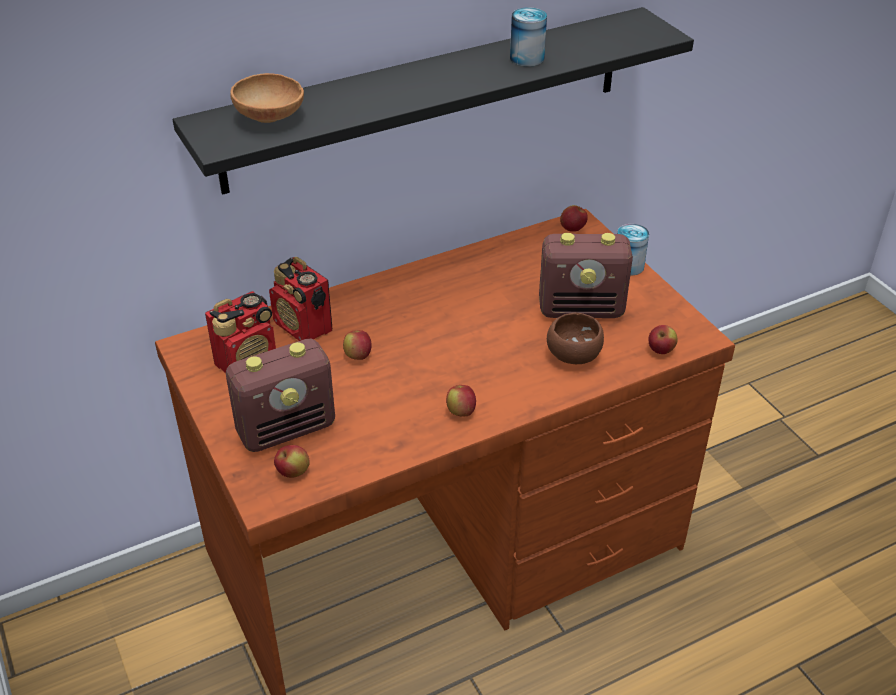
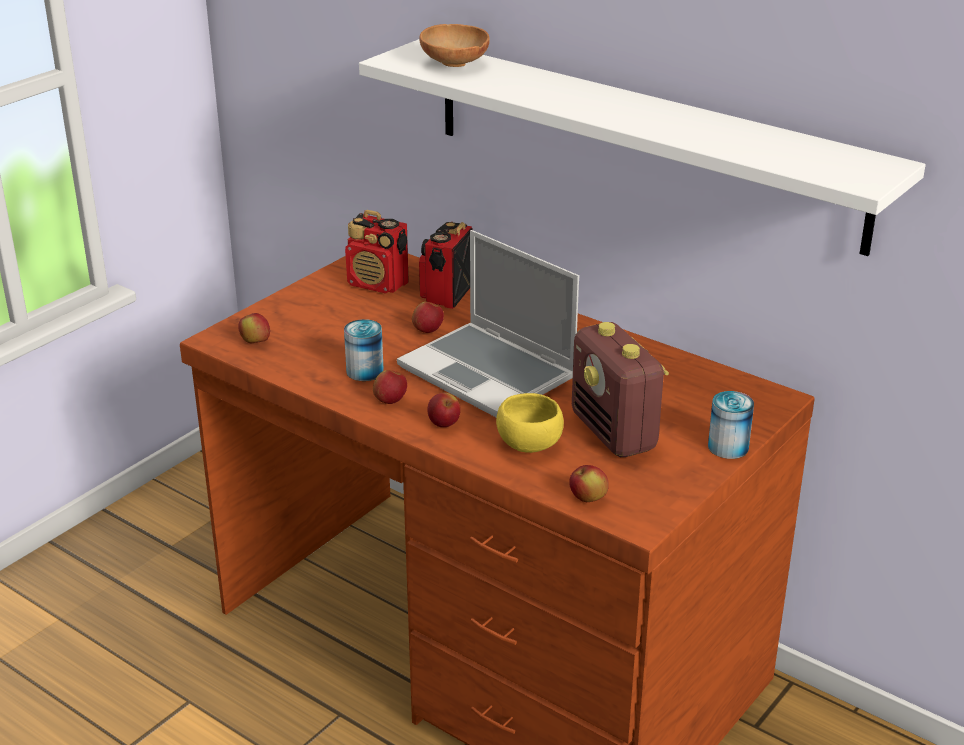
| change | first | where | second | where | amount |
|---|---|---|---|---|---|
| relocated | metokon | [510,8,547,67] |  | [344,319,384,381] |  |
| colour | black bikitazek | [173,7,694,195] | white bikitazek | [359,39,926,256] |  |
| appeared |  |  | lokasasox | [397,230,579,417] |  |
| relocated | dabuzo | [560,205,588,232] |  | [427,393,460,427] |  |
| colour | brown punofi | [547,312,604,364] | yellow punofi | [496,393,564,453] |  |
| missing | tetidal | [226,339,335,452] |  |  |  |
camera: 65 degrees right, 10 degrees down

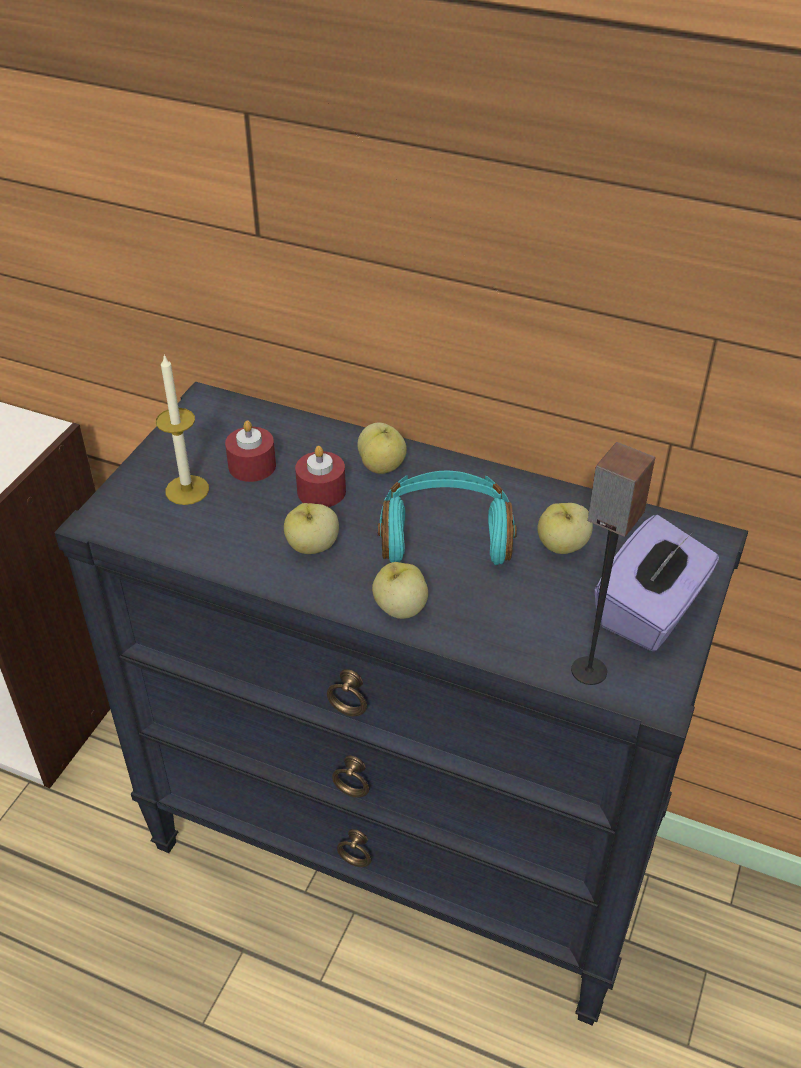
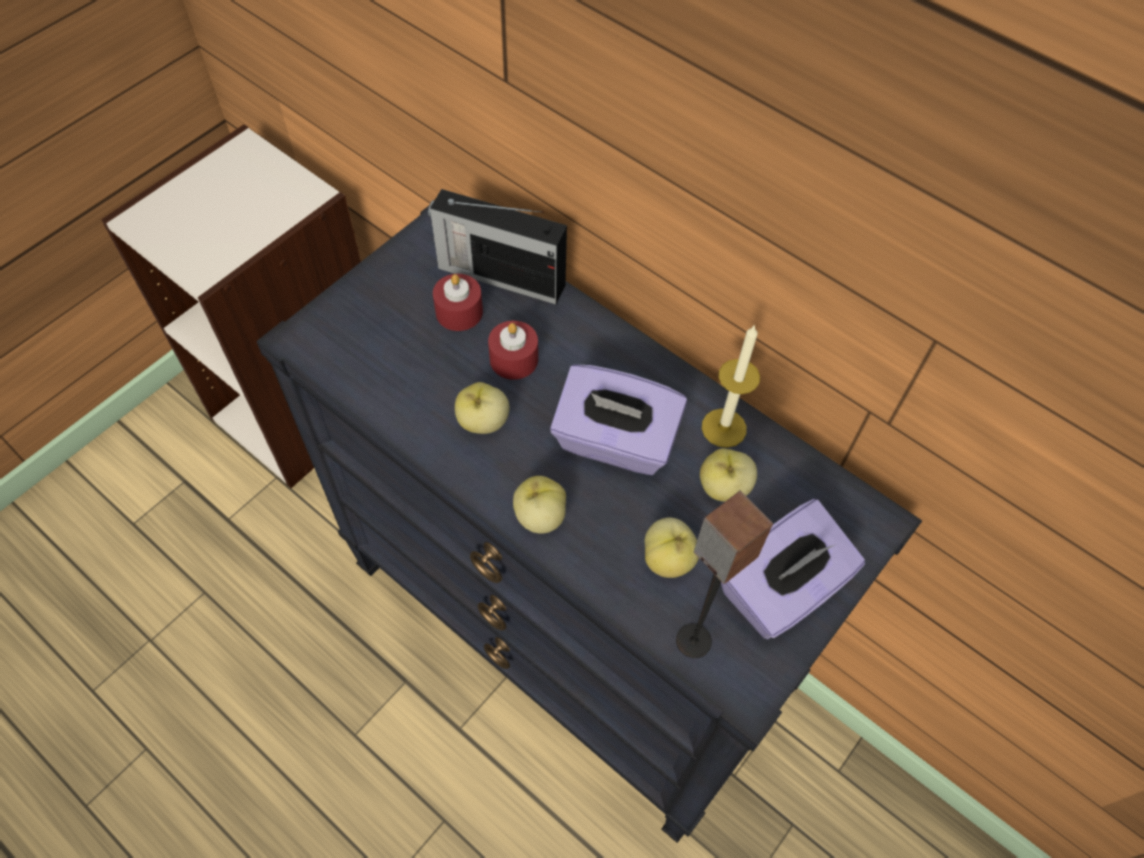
| change | first | where | second | where | amount |
|---|---|---|---|---|---|
| appeared |  |  | tetidal | [428,189,567,305] |  |
| exchanged | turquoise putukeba | [378,471,517,565] | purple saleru | [550,364,687,475] |  |
| relocated | dabuzo | [357,422,407,474] |  | [645,517,699,578] |  |
| relocated | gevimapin | [156,354,209,505] |  | [702,325,760,448] |  |
camera: 15 degrees right, 15 degrees up

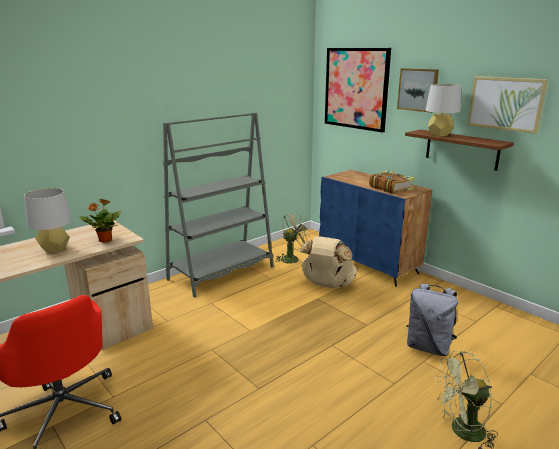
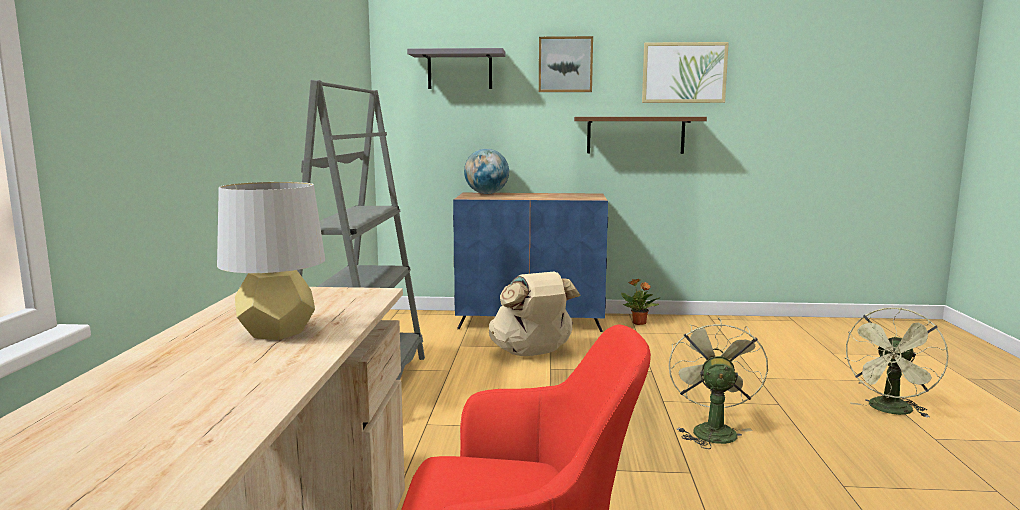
| change | first | where | second | where | amount |
|---|---|---|---|---|---|
| exchanged | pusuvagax | [325,48,391,133] | grey bikitazek | [407,48,506,89] |  |
| appeared |  |  | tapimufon | [464,149,509,194] |  |
| relocated | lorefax | [79,198,122,243] |  | [621,279,660,325] |  |
| relocated | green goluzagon | [275,213,311,263] |  | [669,317,768,449] |  |
| missing | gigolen | [369,170,415,194] |  |  |  |
| missing | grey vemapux | [406,284,458,356] |  |  |  |
| missing | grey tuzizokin | [426,84,461,136] |  |  |  |
camera: 45 degrees left, 10 degrees down

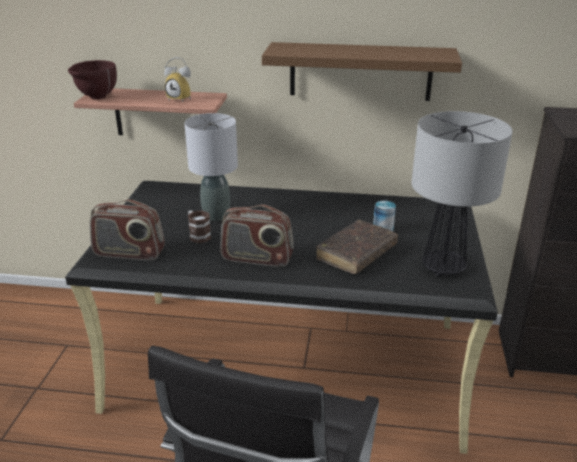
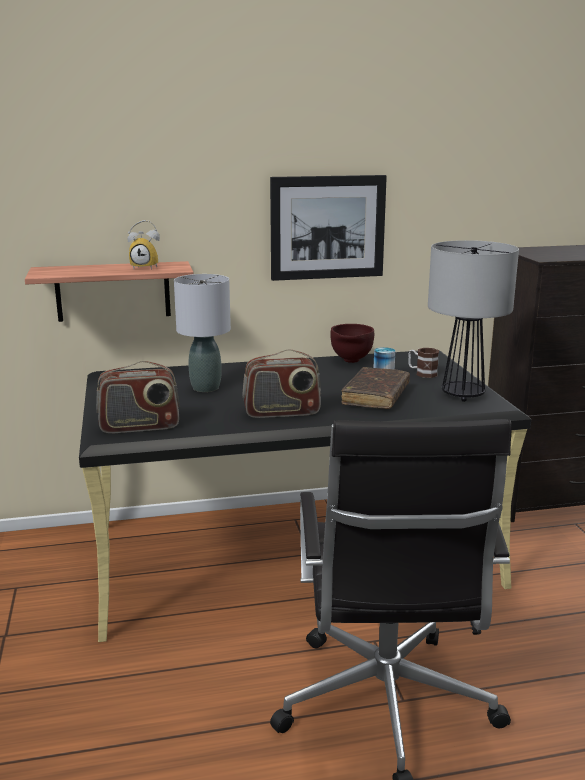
| change | first | where | second | where | amount |
|---|---|---|---|---|---|
| exchanged | brown bikitazek | [262,42,462,101] | pusuvagax | [270,175,387,281] |  |
| relocated | brown punofi | [68,60,117,100] |  | [330,324,374,363] |  |
| relocated | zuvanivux | [188,210,211,243] |  | [408,348,439,378] |  |
camera: 20 degrees left, 10 degrees down

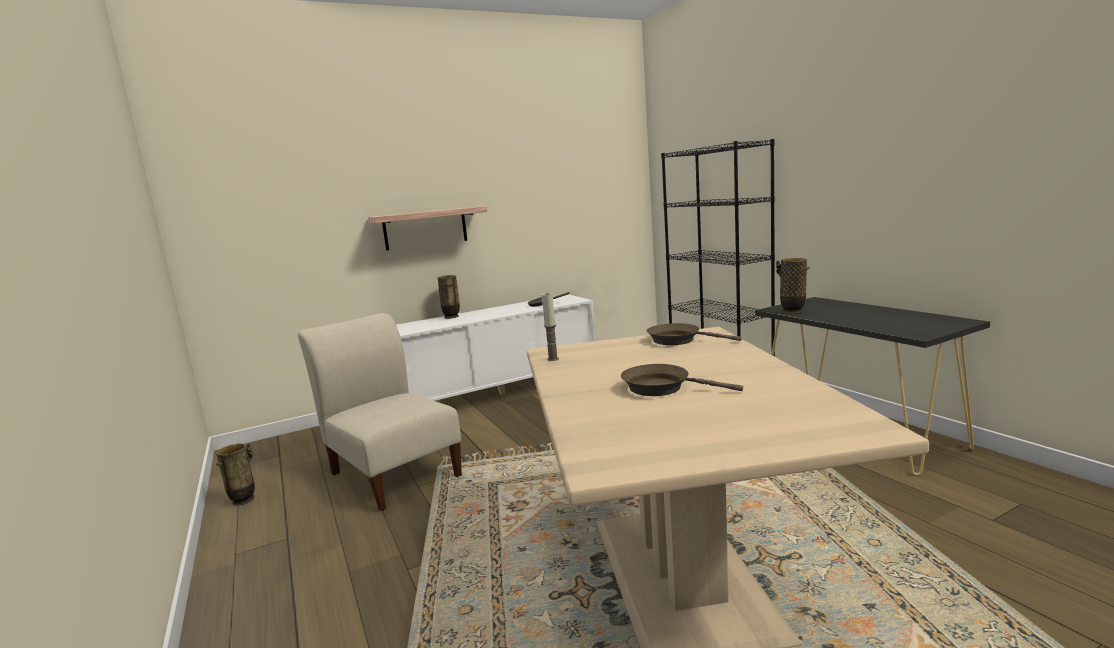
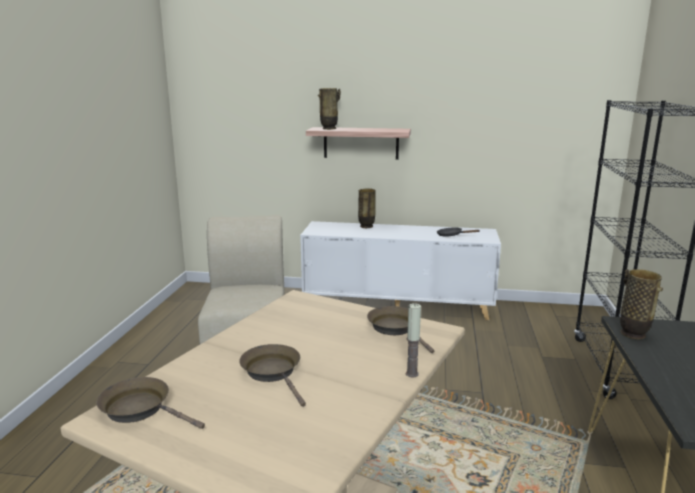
| change | first | where | second | where | amount |
|---|---|---|---|---|---|
| appeared |  |  | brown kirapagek | [96,377,205,429] |  |
| relocated | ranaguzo | [216,444,255,506] |  | [318,88,341,130] |  |
| relocated | gevimapin | [542,293,559,361] |  | [406,303,421,377] |  |
camera: 35 degrees right, 5 degrees up

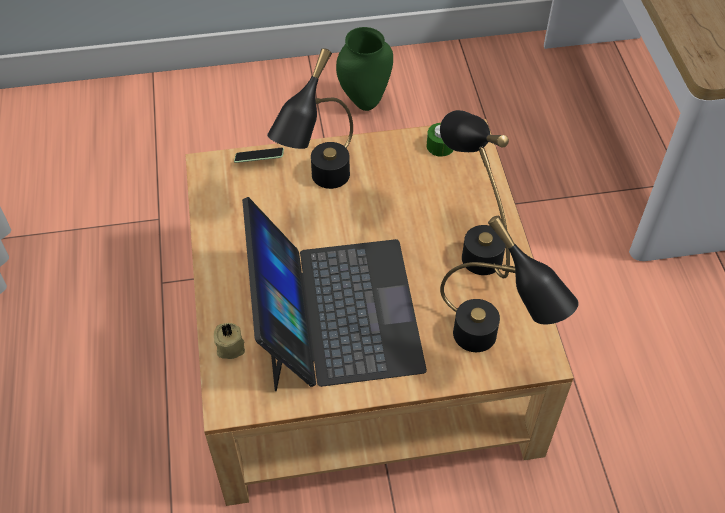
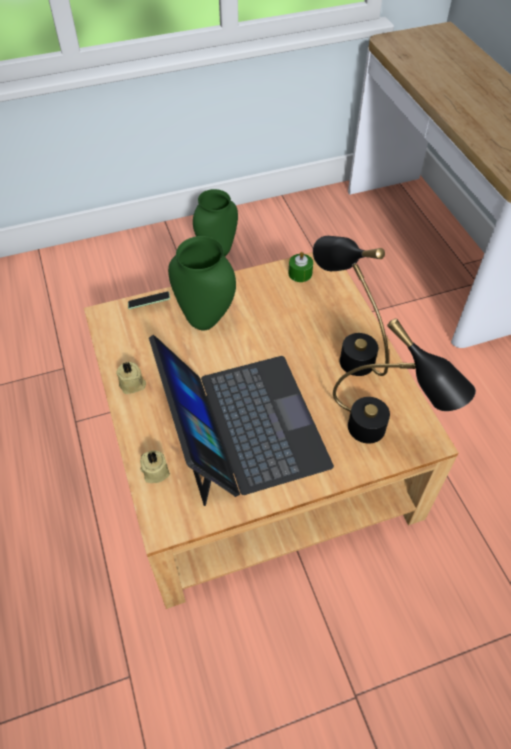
| change | first | where | second | where | amount |
|---|---|---|---|---|---|
| appeared |  |  | beige gevimapin | [116,362,146,394] |  |
| exchanged | black tuzizokin | [267,48,353,189] | green ranaguzo | [168,236,236,331] |  |
camera: 10 degrees left, 0 degrees up

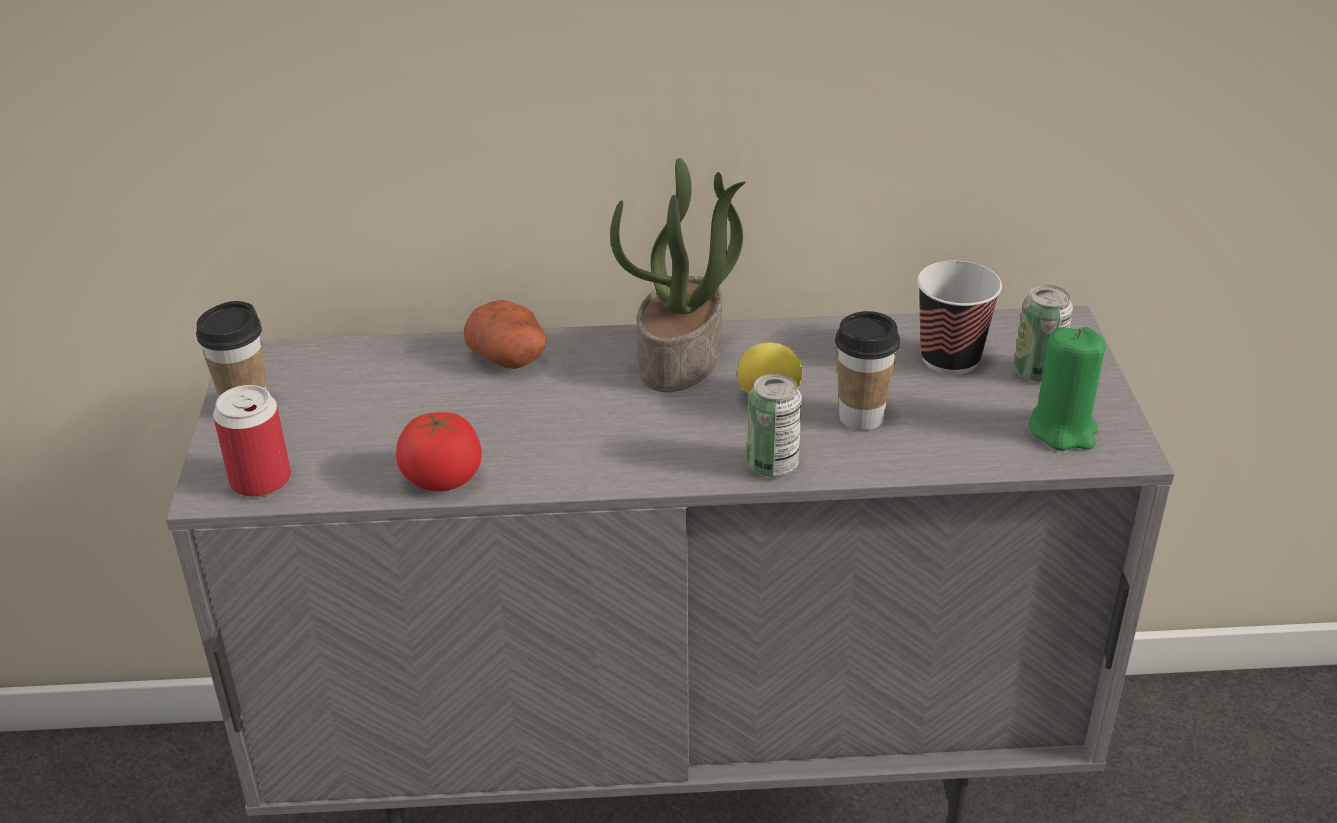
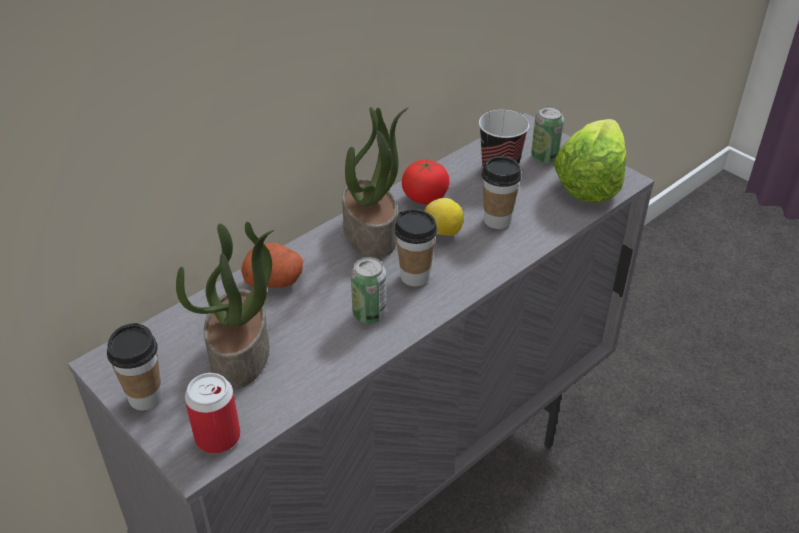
| change | first | where | second | where | amount |
|---|---|---|---|---|---|
| appeared |  |  | lorefax | [176,222,274,389] |  |
| relocated | metokon | [747,374,802,477] |  | [351,257,387,324] |  |
| appeared |  |  | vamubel | [395,208,437,286] |  |
| relocated | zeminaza | [396,412,482,491] |  | [402,158,450,204] |  |
| exchanged | green gevimapin | [1029,327,1106,451] | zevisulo | [553,119,627,203] |  |
camera: 40 degrees left, 5 degrees up

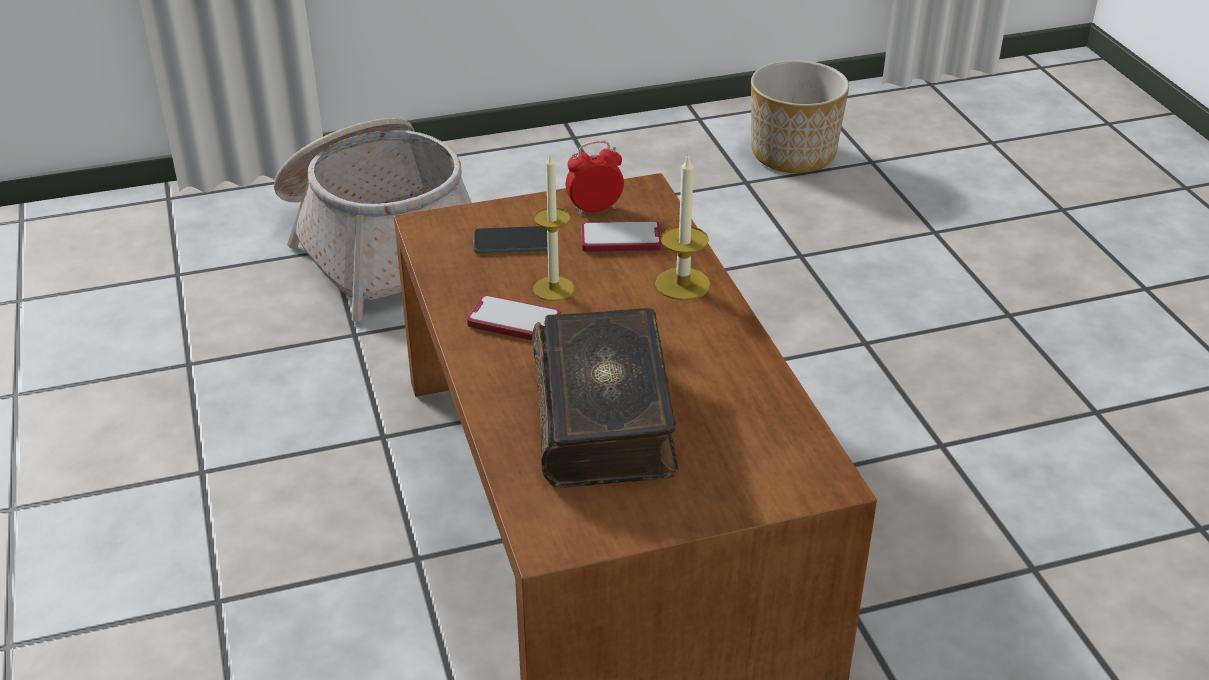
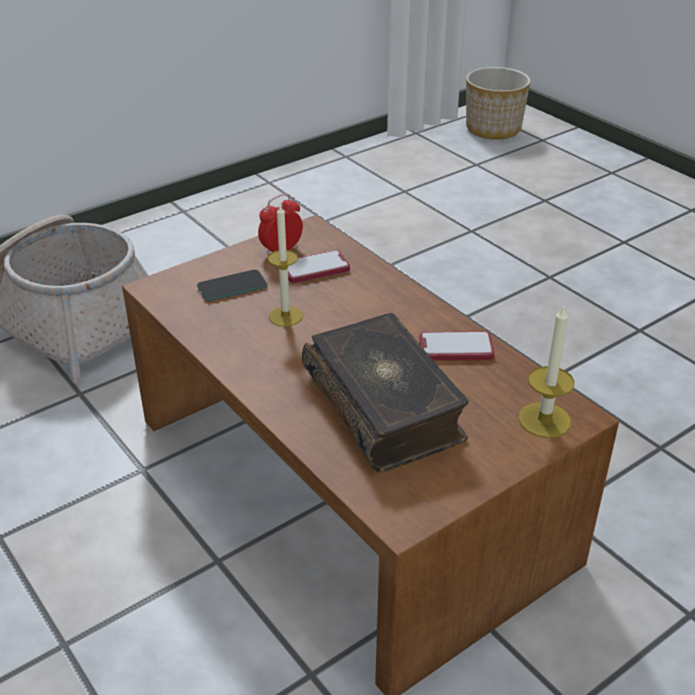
| change | first | where | second | where | amount |
|---|---|---|---|---|---|
| relocated | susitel | [467,295,561,340] |  | [419,331,494,361] |  |
| relocated | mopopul | [751,60,849,173] |  | [466,67,531,139] |  |
| relocated | gevimapin | [655,156,711,300] |  | [518,306,575,438] |  |
camera: 20 degrees left, 0 degrees up

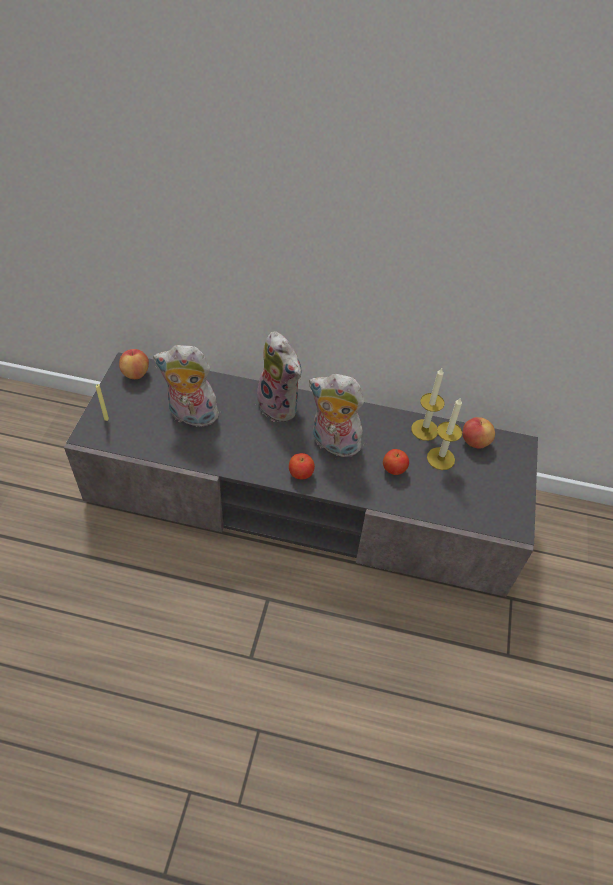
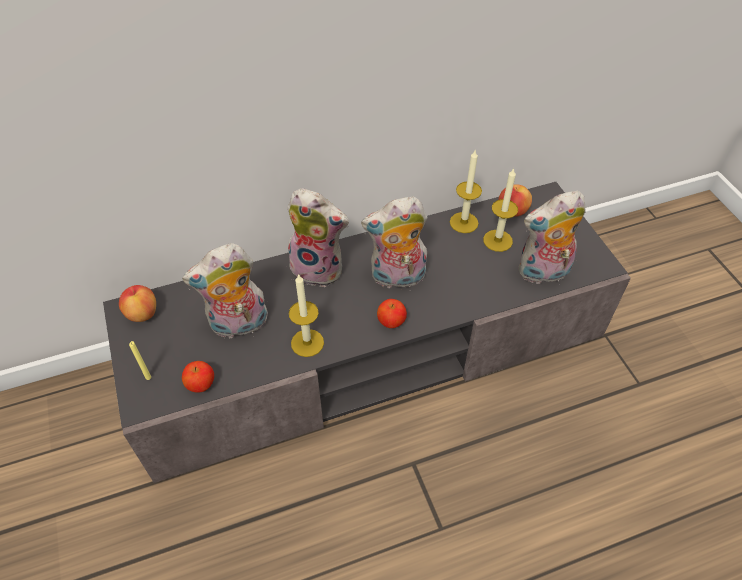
| change | first | where | second | where | amount |
|---|---|---|---|---|---|
| relocated | dabuzo | [383,449,409,475] |  | [182,361,214,393] |  |
| appeared |  |  | gevimapin | [289,274,324,357] |  |
| appeared |  |  | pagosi | [518,191,586,285] |  |
camera: 30 degrees left, 0 degrees up

